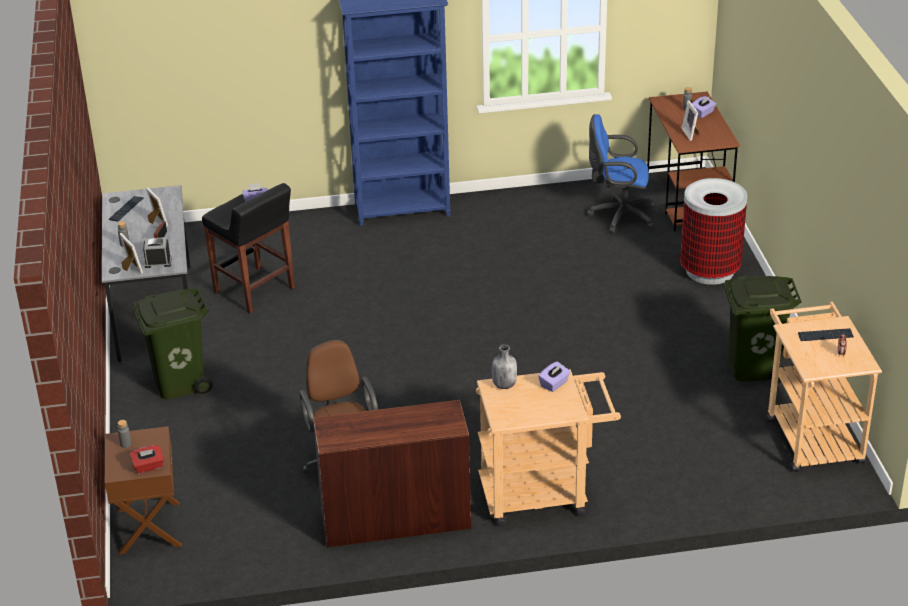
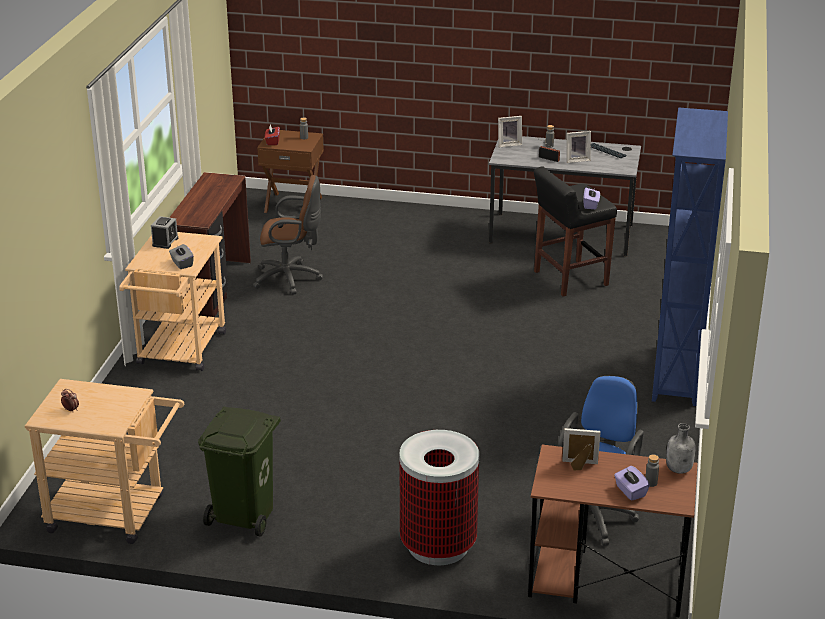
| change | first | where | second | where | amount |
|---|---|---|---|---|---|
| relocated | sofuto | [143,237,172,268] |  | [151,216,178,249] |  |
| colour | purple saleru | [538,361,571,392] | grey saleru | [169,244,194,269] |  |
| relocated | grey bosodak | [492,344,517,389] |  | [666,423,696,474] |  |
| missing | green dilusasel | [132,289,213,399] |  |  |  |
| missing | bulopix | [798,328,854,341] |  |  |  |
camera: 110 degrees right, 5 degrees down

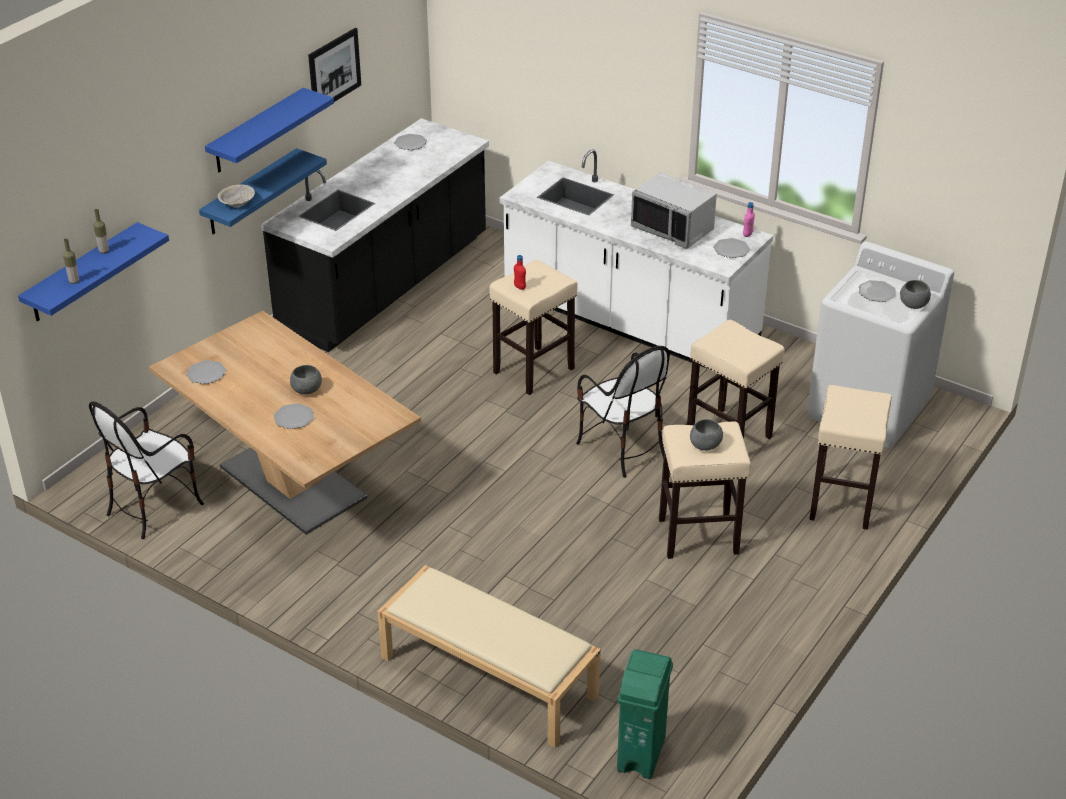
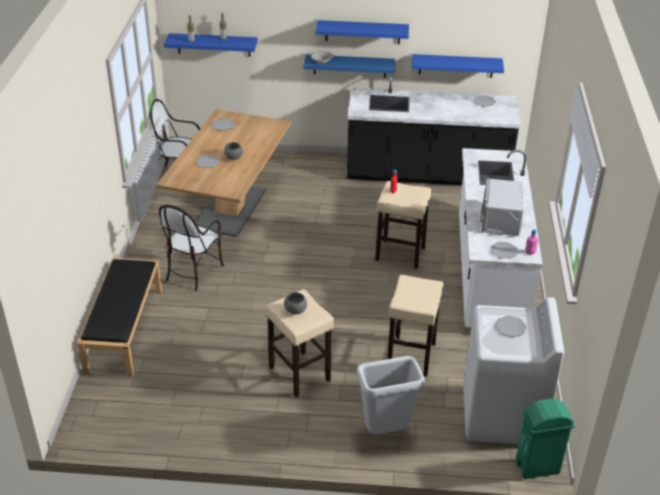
| change | first | where | second | where | amount |
|---|---|---|---|---|---|
| colour | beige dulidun | [378,565,600,748] | black dulidun | [77,258,162,378] |  |
| relocated | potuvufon | [576,346,670,478] |  | [159,205,224,291] |  |
| exchanged | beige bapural | [809,385,892,530] | grey dilusasel | [356,356,425,434] |  |
| appeared |  |  | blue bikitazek | [412,54,504,78] |  |
| relocated | green dilusasel | [617,649,673,779] |  | [515,398,575,479] |  |
| missing | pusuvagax | [308,28,361,102] |  |  |  |
| missing | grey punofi | [900,280,931,309] |  |  |  |
camera: 60 degrees right, 0 degrees up

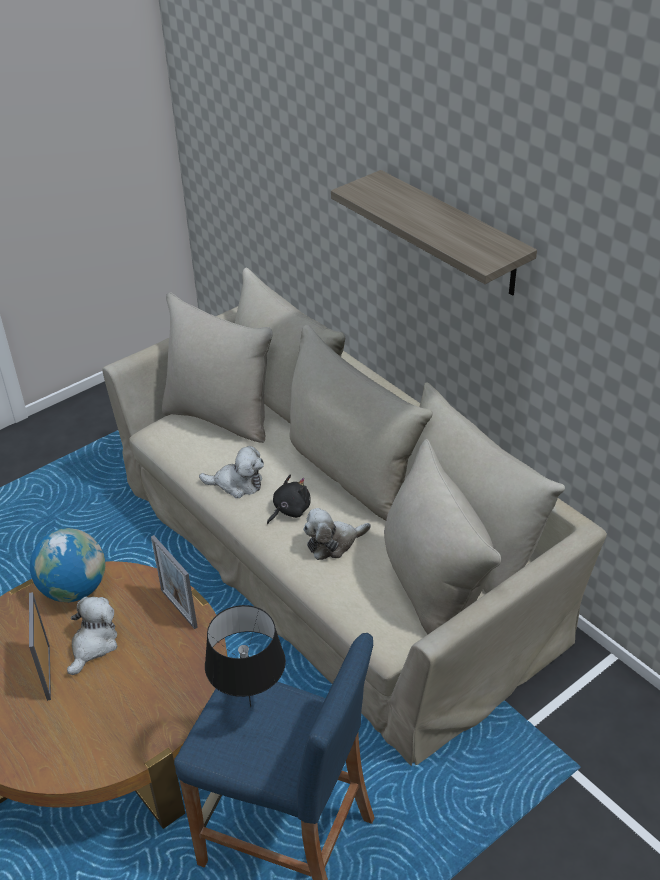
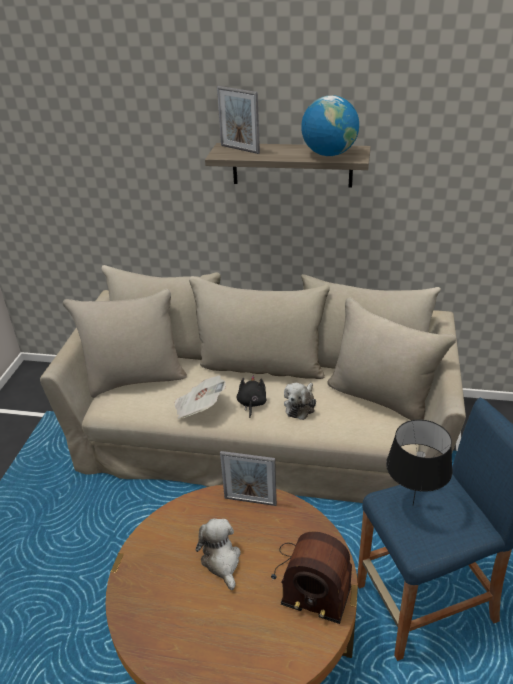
| change | first | where | second | where | amount |
|---|---|---|---|---|---|
| exchanged | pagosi | [199,446,264,498] | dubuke | [174,375,226,419] |  |
| relocated | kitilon | [29,592,51,701] |  | [217,86,260,154] |  |
| appeared |  |  | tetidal | [271,532,352,624] |  |
| relocated | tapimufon | [30,528,105,602] |  | [301,95,359,156] |  |
camera: 40 degrees left, 5 degrees down

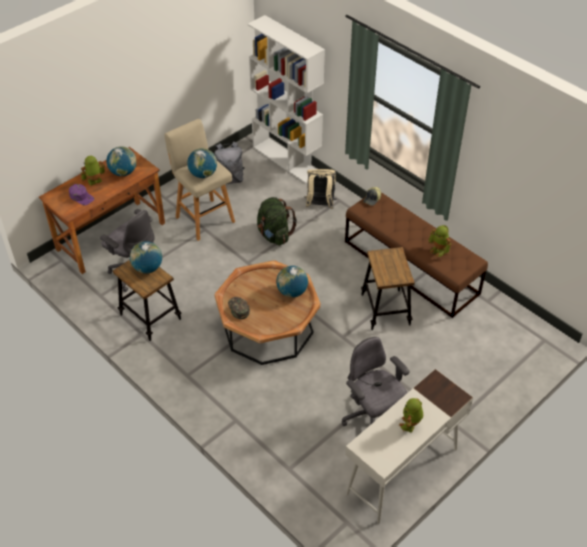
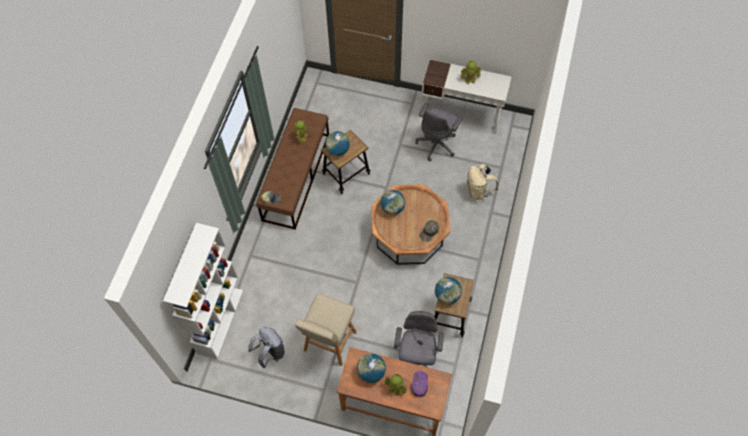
| change | first | where | second | where | amount |
|---|---|---|---|---|---|
| relocated | tapimufon | [187,148,217,178] |  | [325,131,350,156] |  |
| relocated | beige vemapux | [304,169,336,209] |  | [466,164,498,202] |  |
| missing | green vemapux | [257,197,297,246] |  |  |  |
camera: 120 degrees left, 15 degrees up

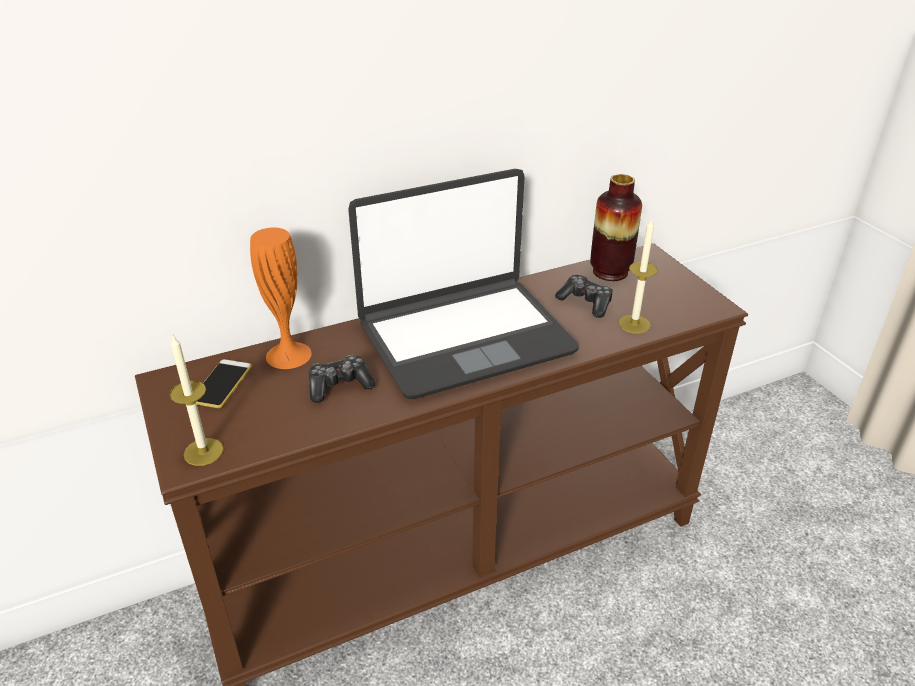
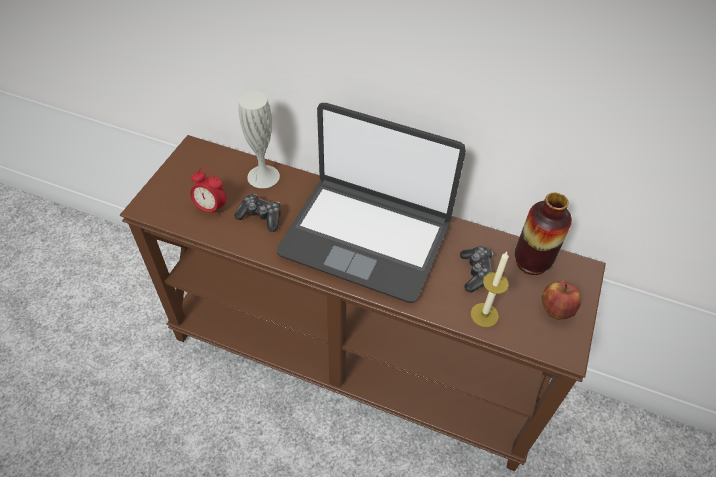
| change | first | where | second | where | amount |
|---|---|---|---|---|---|
| appeared |  |  | sofuto | [190,168,226,217] |  |
| colour | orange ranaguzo | [250,228,312,369] | white ranaguzo | [238,91,280,188] |  |
| appeared |  |  | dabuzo | [541,281,581,320] |  |
| missing | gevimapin | [170,335,224,466] |  |  |  |
| missing | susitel | [196,359,252,408] |  |  |  |
camera: 45 degrees right, 15 degrees up

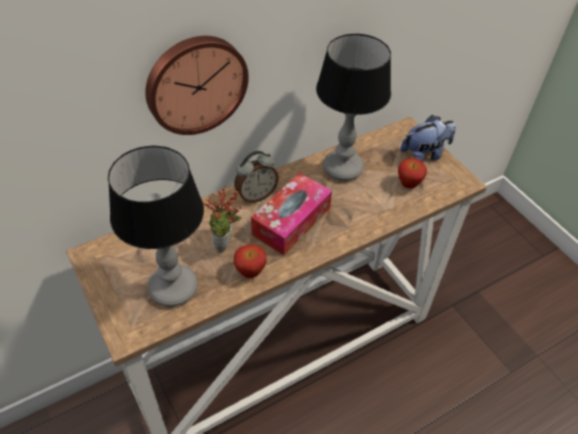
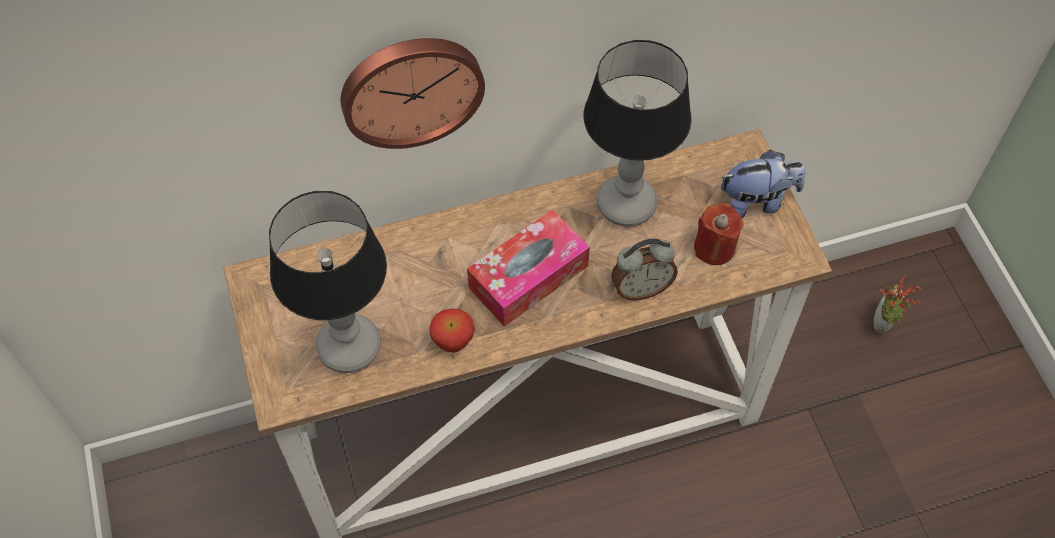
| change | first | where | second | where | amount |
|---|---|---|---|---|---|
| relocated | sofuto | [234,151,279,203] |  | [611,239,678,301] |  |
| exchanged | dabuzo | [398,158,427,189] | red gevimapin | [694,203,744,265] |  |
| relocated | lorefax | [203,186,242,253] |  | [873,276,922,333] |  |
camera: 15 degrees right, 10 degrees up

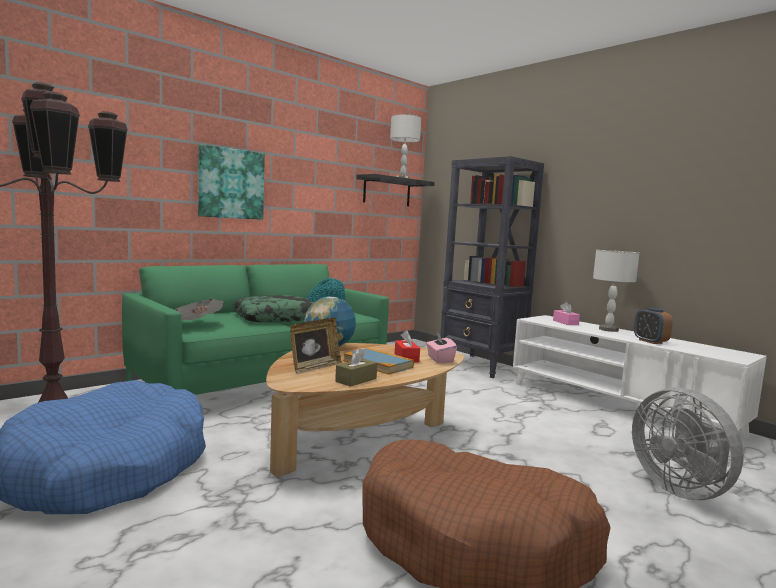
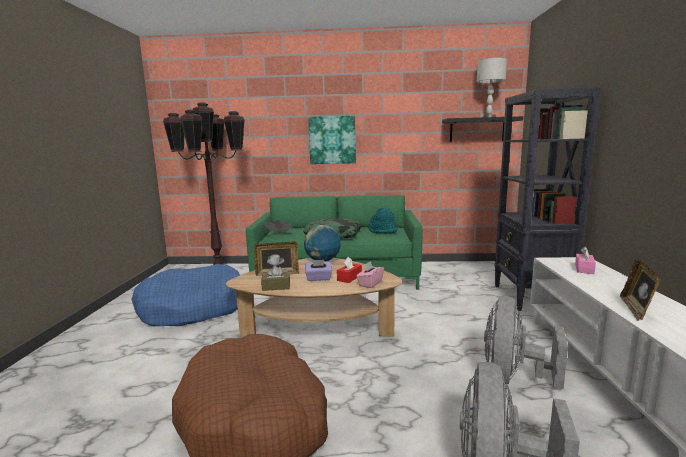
| change | first | where | second | where | amount |
|---|---|---|---|---|---|
| exchanged | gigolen | [343,348,414,375] | purple saleru | [305,260,332,281] |  |
| appeared |  |  | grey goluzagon | [484,296,568,389] |  |
| exchanged | sofuto | [634,308,673,344] | kitilon | [620,258,660,321] |  |
| missing | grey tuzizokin | [593,250,639,332] |  |  |  |
camera: 45 degrees right, 5 degrees up

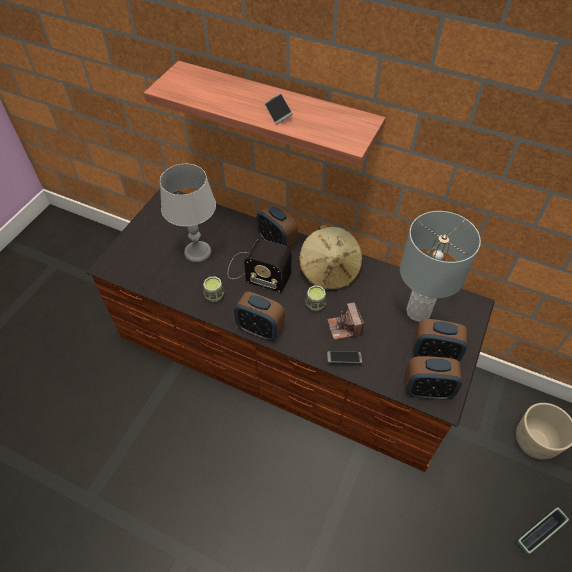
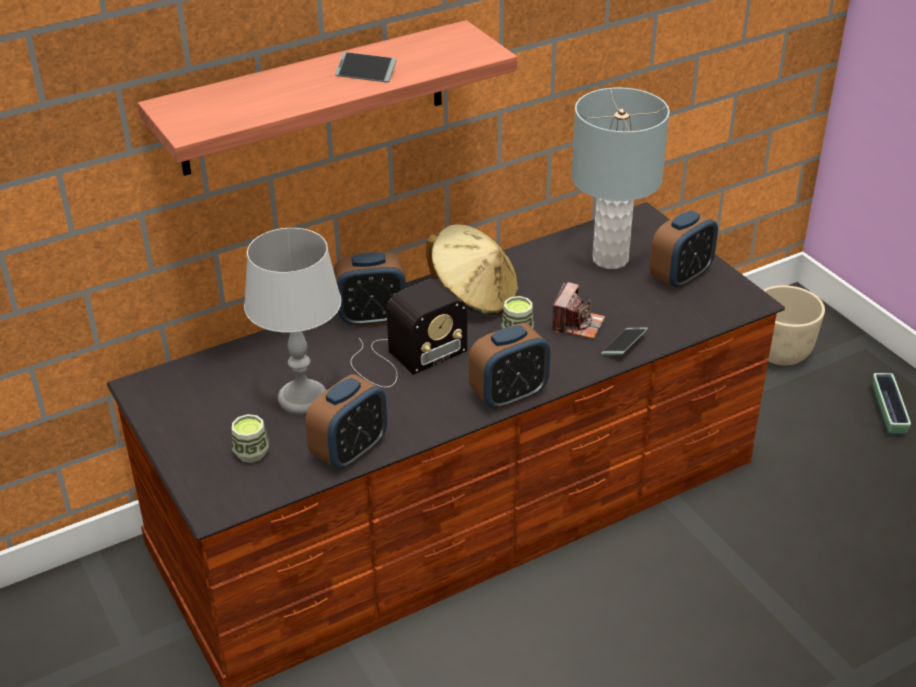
| change | first | where | second | where | amount |
|---|---|---|---|---|---|
| relocated | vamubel | [203,277,224,302] |  | [232,414,269,463] |  |
| relocated | sofuto | [405,356,462,399] |  | [305,374,387,470] |  |
| spun | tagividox | [327,302,365,340] |  | [552,282,605,339] | 90 degrees counterclockwise |
camera: 55 degrees left, 15 degrees down

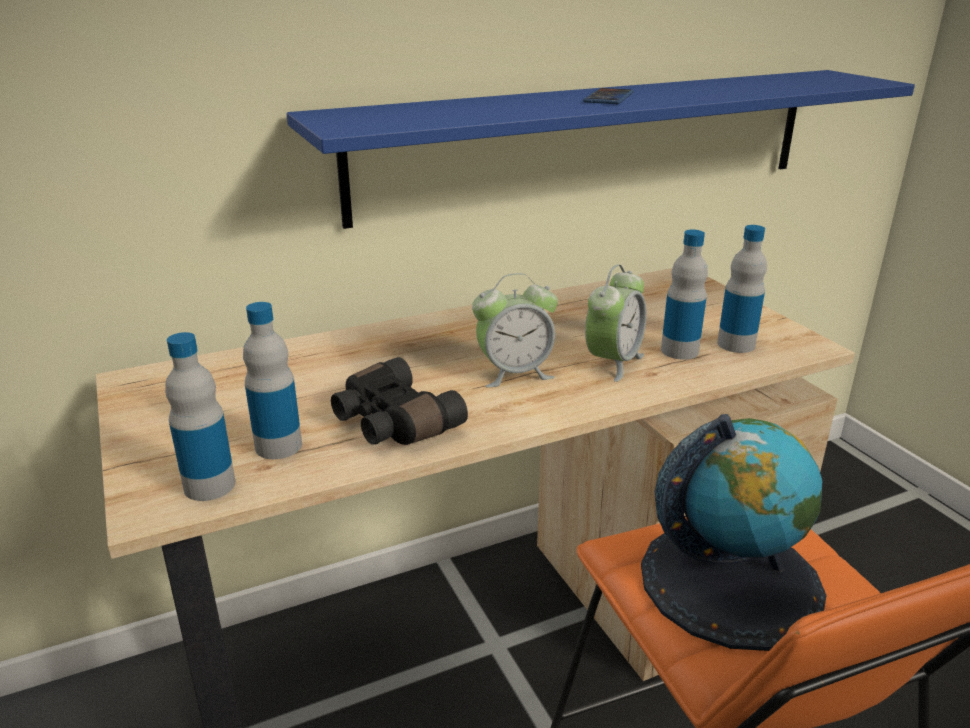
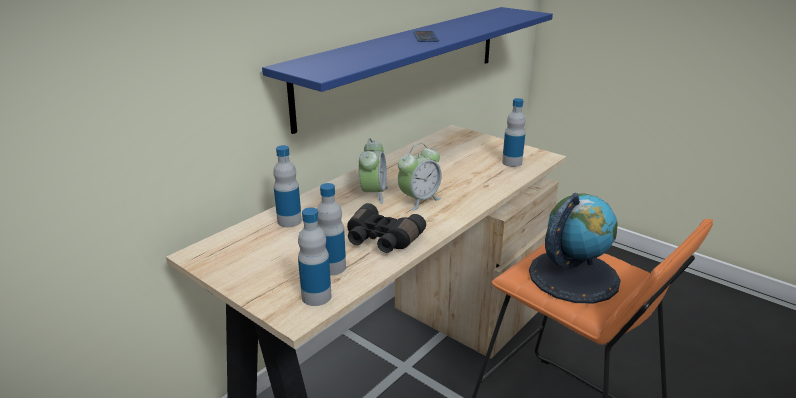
| change | first | where | second | where | amount |
|---|---|---|---|---|---|
| relocated | bosodak | [661,230,708,360] |  | [273,145,302,227] |  |
| relocated | sofuto | [585,264,647,382] |  | [359,138,388,204] |  |
camera: 25 degrees left, 0 degrees up

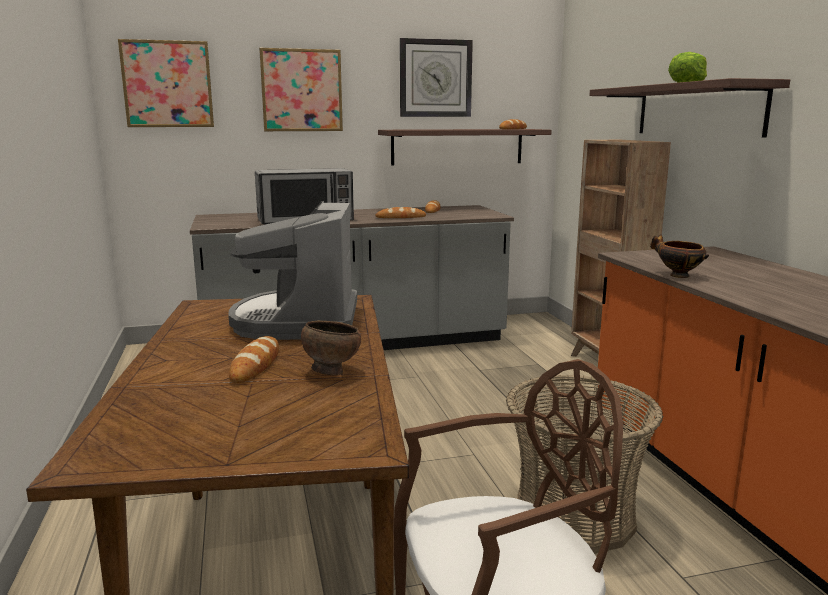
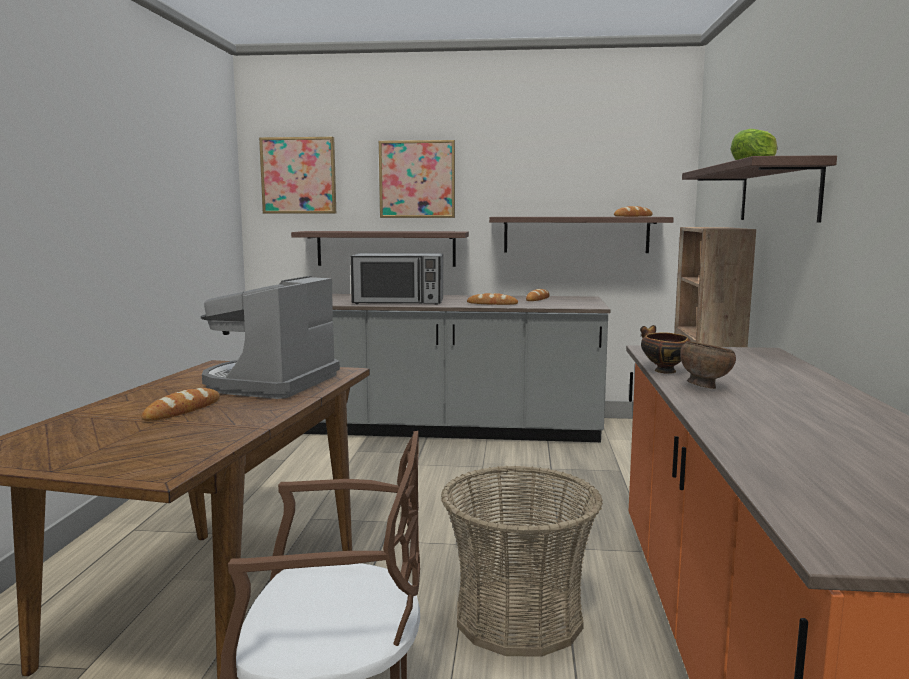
| change | first | where | second | where | amount |
|---|---|---|---|---|---|
| appeared |  |  | bikitazek | [291,231,469,267] |  |
| relocated | brown punofi | [301,320,361,375] |  | [680,341,736,389] |  |
| missing | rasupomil | [400,38,473,117] |  |  |  |
camera: 20 degrees right, 5 degrees down

